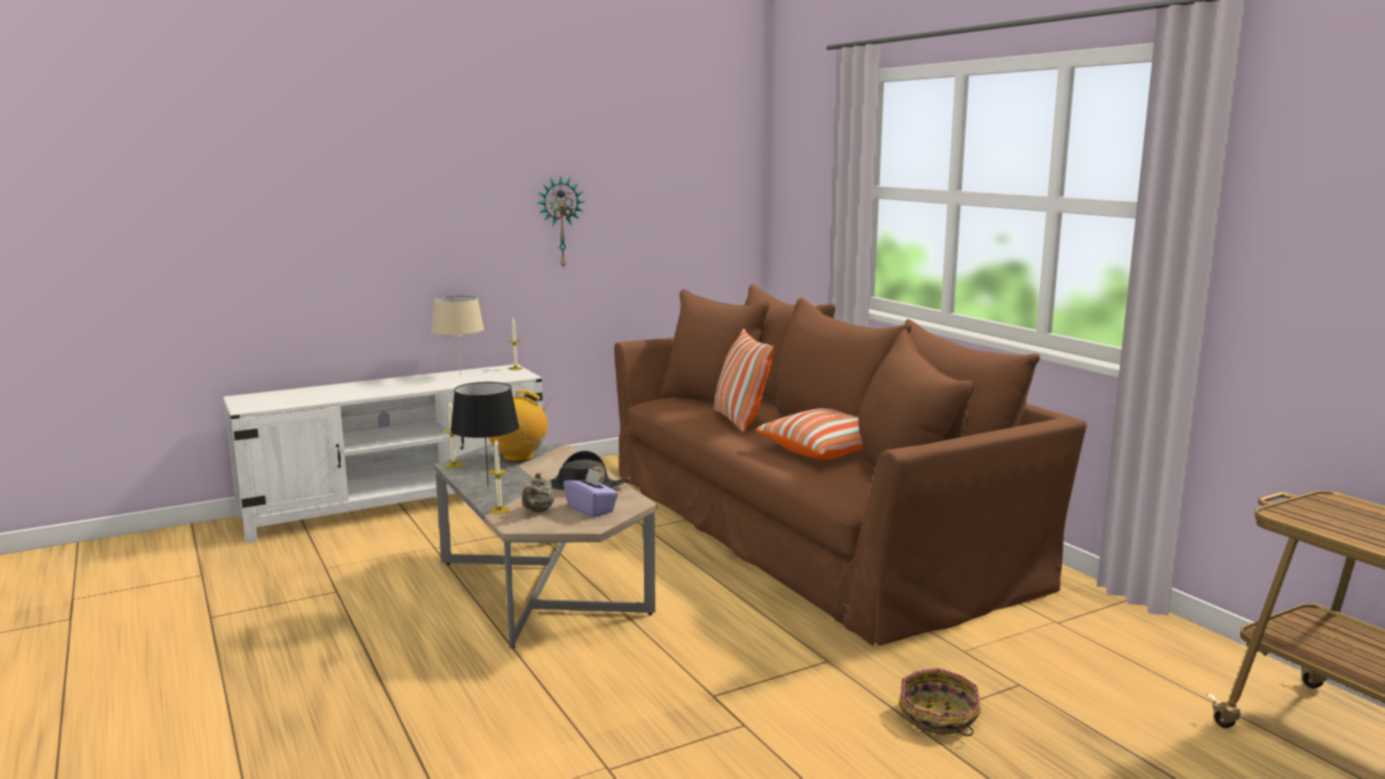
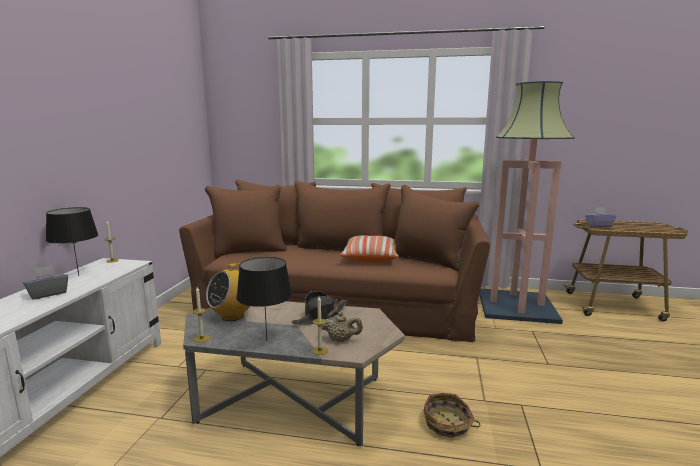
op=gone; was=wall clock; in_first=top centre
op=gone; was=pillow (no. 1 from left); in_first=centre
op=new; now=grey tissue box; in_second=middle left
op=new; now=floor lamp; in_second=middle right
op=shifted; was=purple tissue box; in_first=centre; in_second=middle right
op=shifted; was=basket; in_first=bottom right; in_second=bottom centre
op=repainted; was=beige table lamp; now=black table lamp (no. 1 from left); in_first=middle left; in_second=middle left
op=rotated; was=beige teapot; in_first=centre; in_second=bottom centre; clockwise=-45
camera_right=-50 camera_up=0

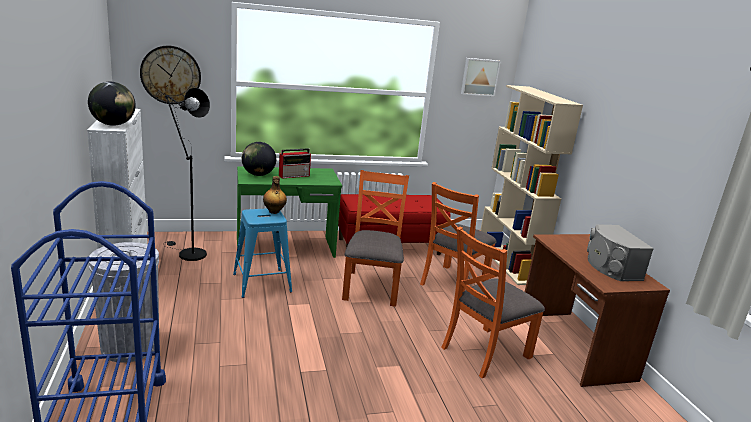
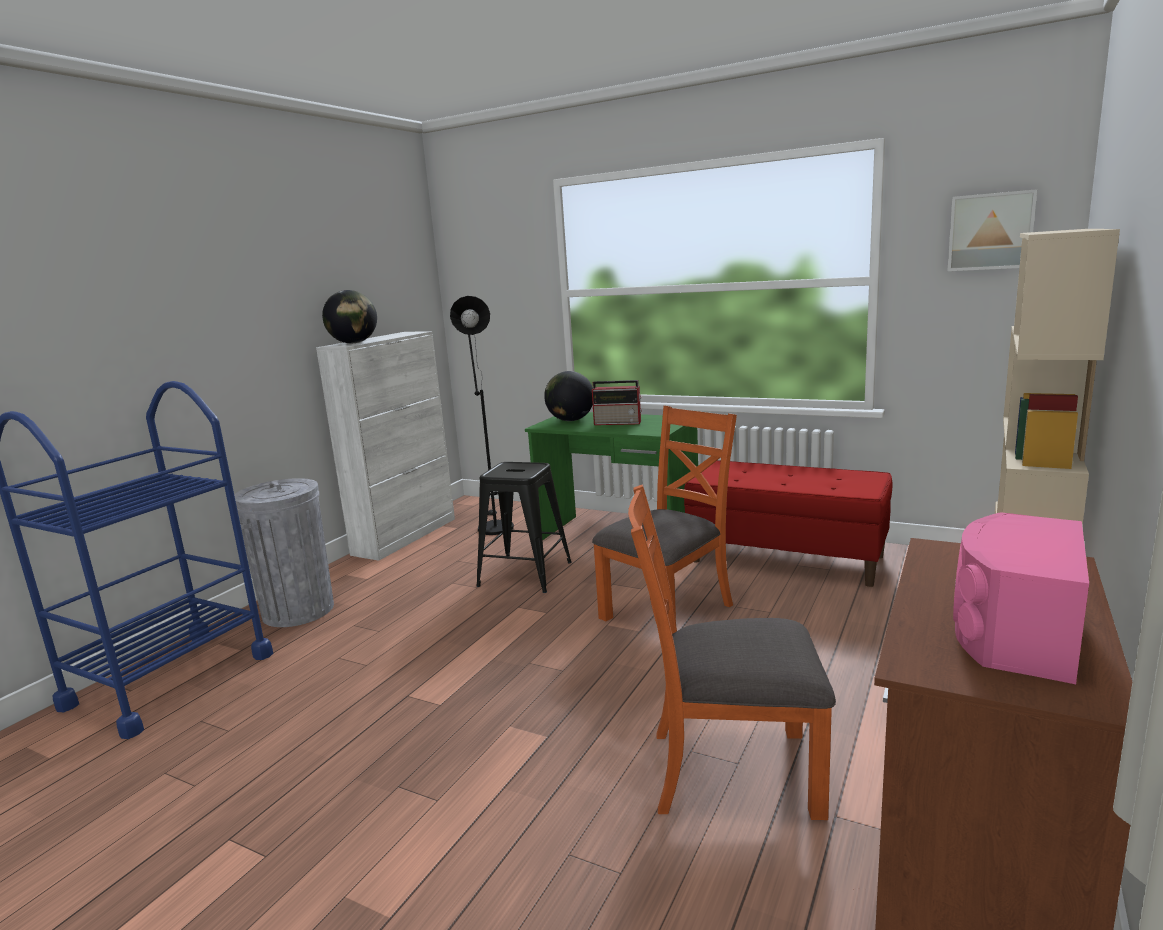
op=gone; was=wall clock; in_first=top left
op=gone; was=bottle; in_first=centre
op=gone; was=orange chair (no. 2 from left); in_first=centre
op=repainted; was=blue stool; now=black stool; in_first=centre; in_second=centre
op=repainted; was=grey speaker; now=pink speaker; in_first=middle right; in_second=middle right
camera_right=45 camera_up=-5

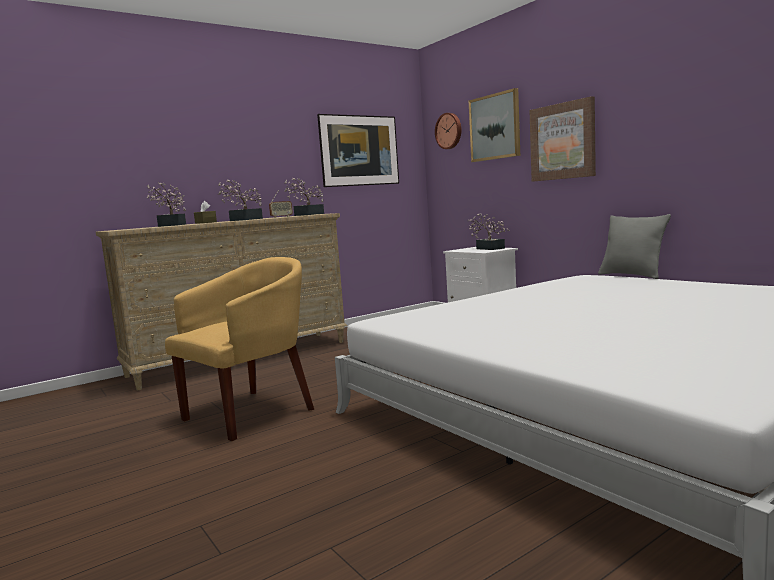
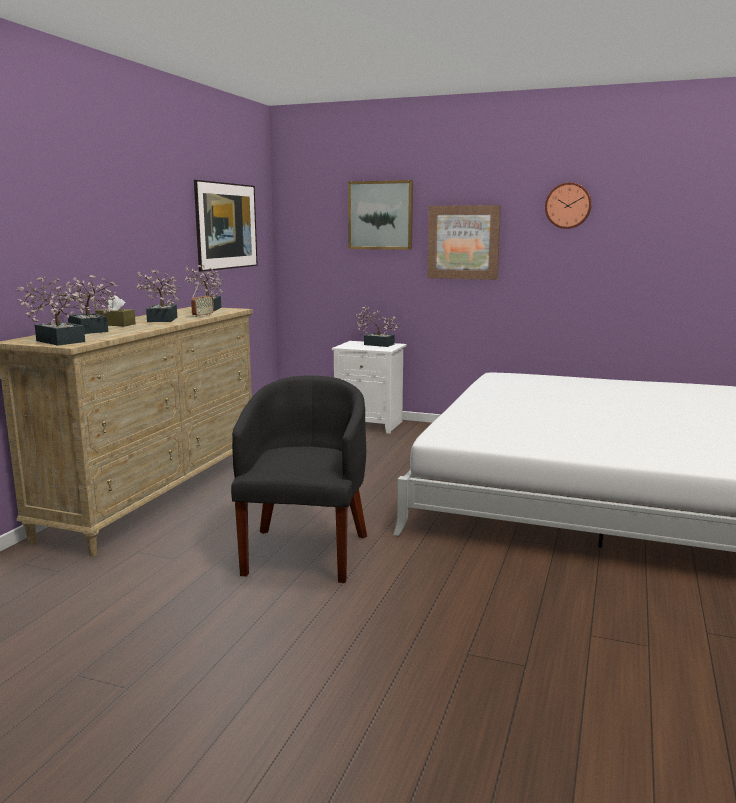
op=gone; was=grey pillow; in_first=middle right
op=new; now=potted plant (no. 1 from left); in_second=middle left
op=shifted; was=wall clock; in_first=top centre; in_second=top right
op=repainted; was=yellow armchair; now=black armchair; in_first=middle left; in_second=centre
camera_right=-35 camera_up=5

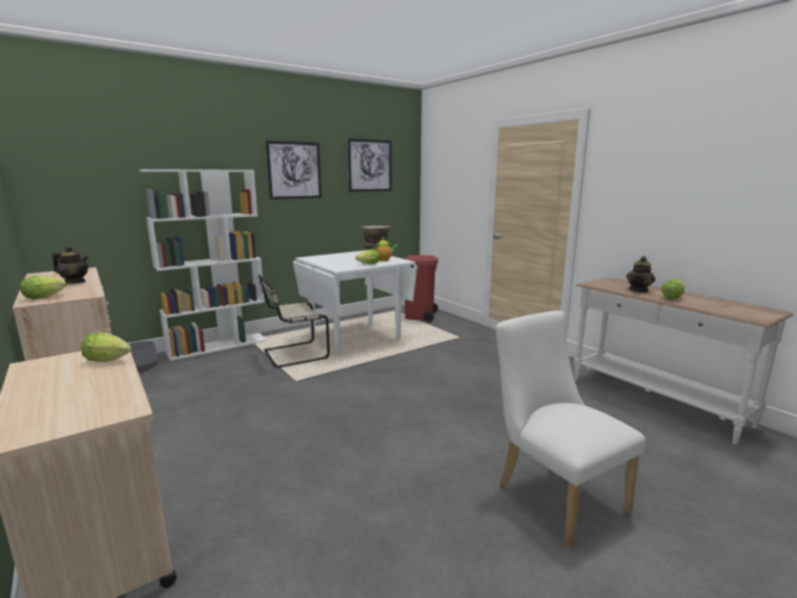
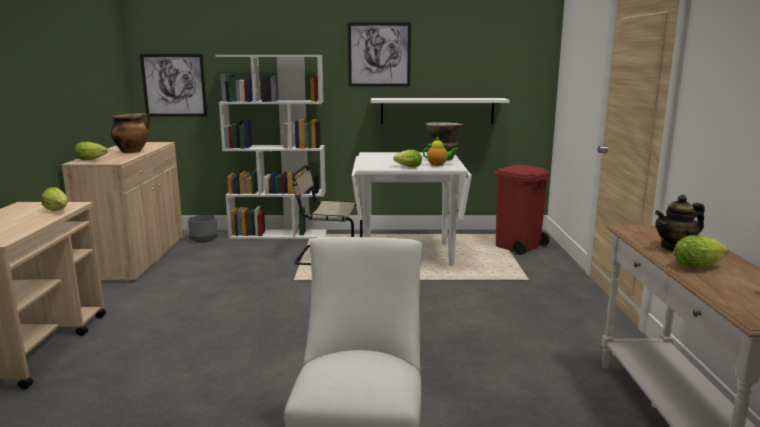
op=new; now=white shelf; in_second=top centre
op=shifted; was=picture (no. 2 from left in the first image); now=picture (no. 1 from left); in_first=top centre; in_second=top left
op=swapped; was=teapot (no. 1 from left); now=cooking pot; in_first=middle left; in_second=top left
camera_right=35 camera_up=0

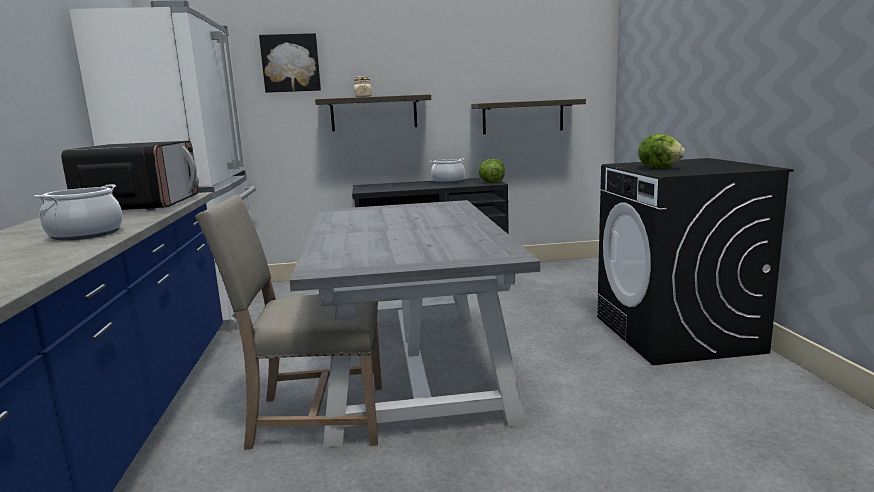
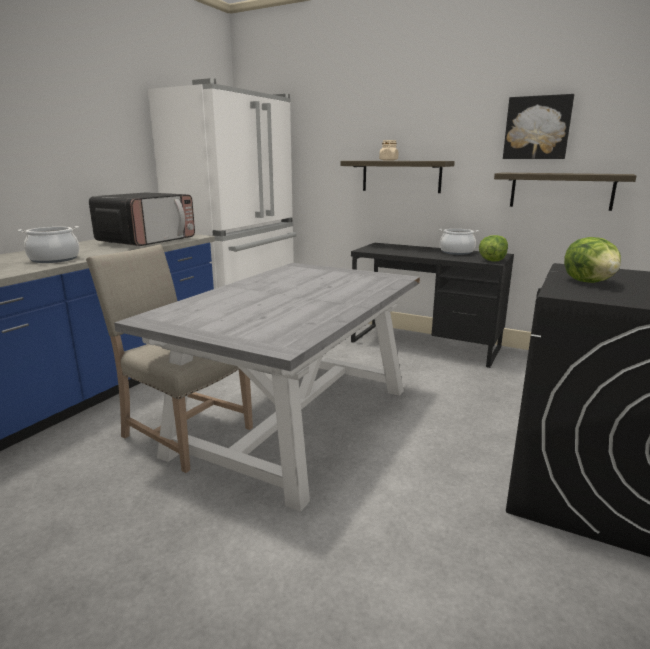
op=shifted; was=picture; in_first=top left; in_second=top right
camera_right=35 camera_up=5

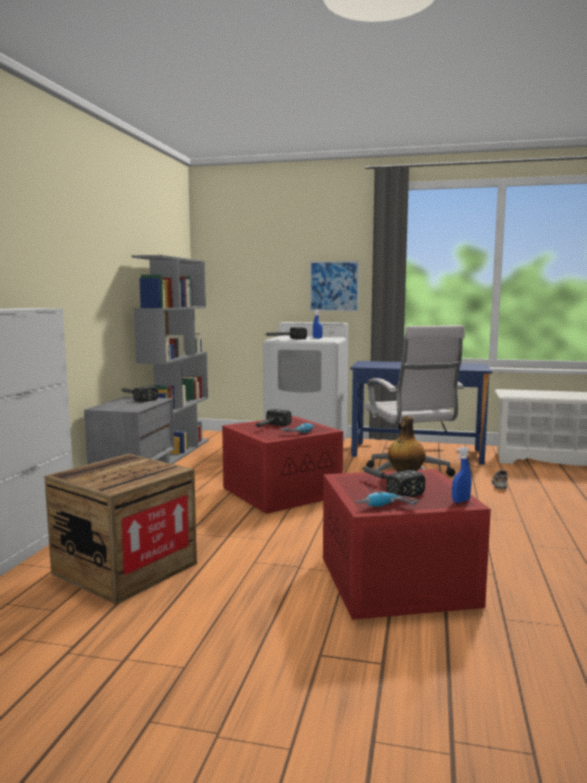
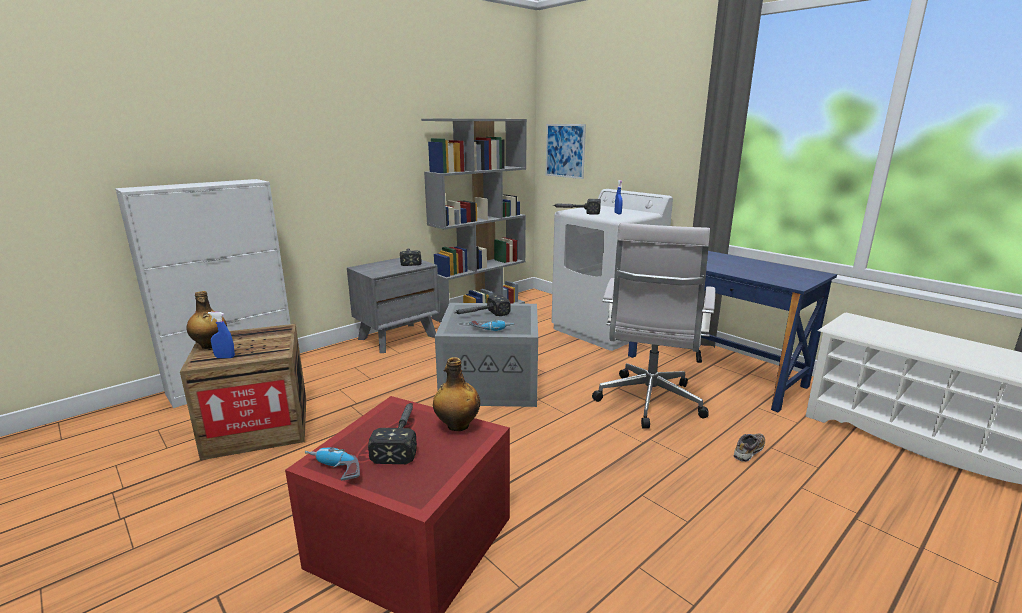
op=new; now=bottle (no. 1 from left); in_second=middle left
op=shifted; was=picture; in_first=centre; in_second=top centre
op=shifted; was=blue spray bottle (no. 2 from left in the first image); now=blue spray bottle (no. 1 from left); in_first=middle right; in_second=middle left
op=repainted; was=red storage box (no. 1 from left); now=grey storage box; in_first=centre; in_second=centre
camera_right=35 camera_up=10

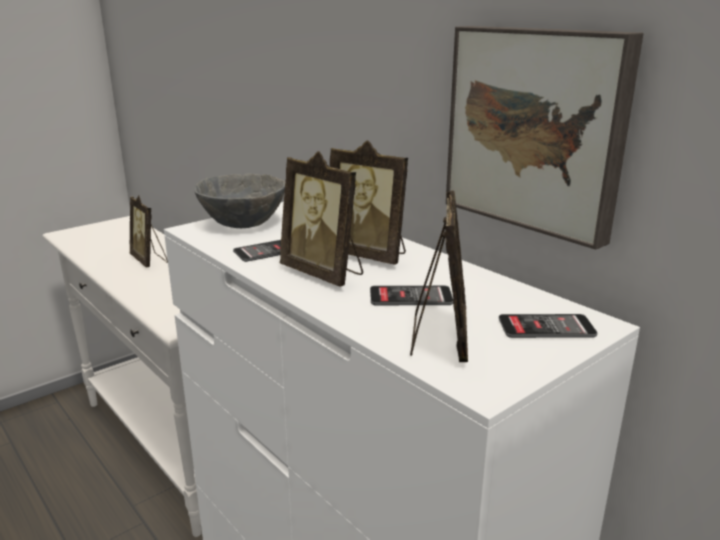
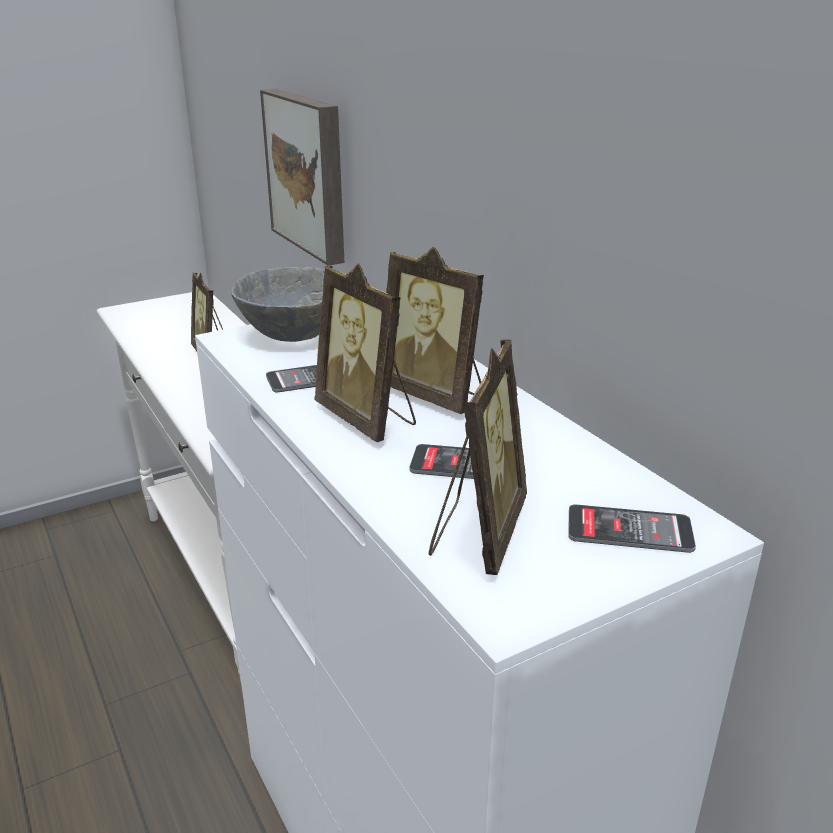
op=shifted; was=picture; in_first=top right; in_second=top centre
camera_right=10 camera_up=5

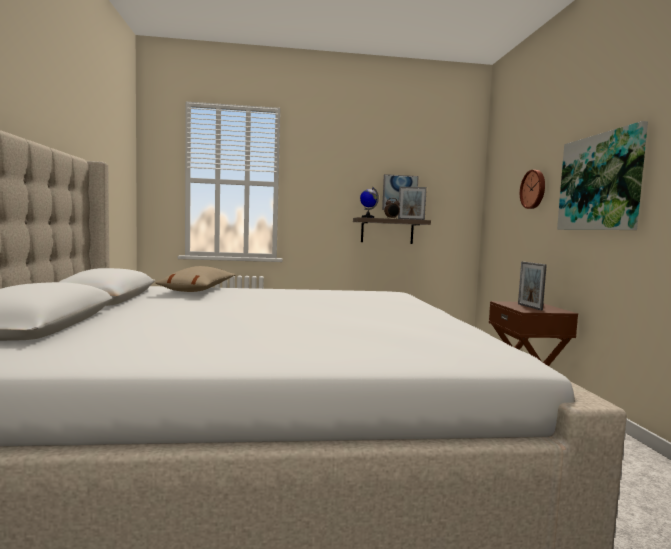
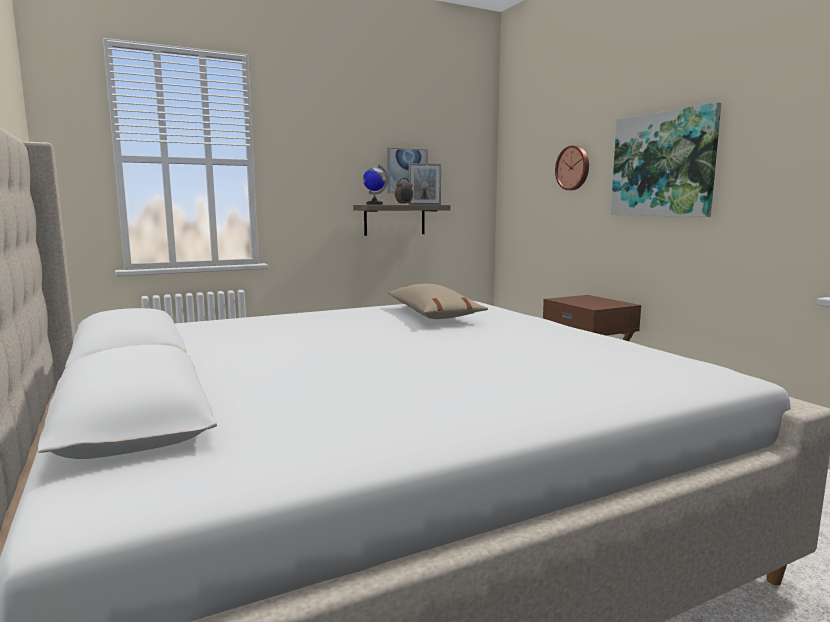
op=gone; was=picture frame (no. 2 from left); in_first=middle right
op=shifted; was=beige pillow; in_first=middle left; in_second=centre
camera_right=-20 camera_up=5

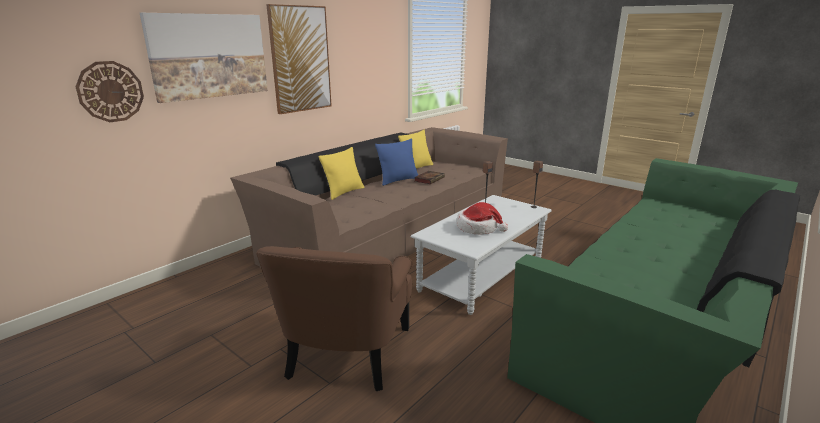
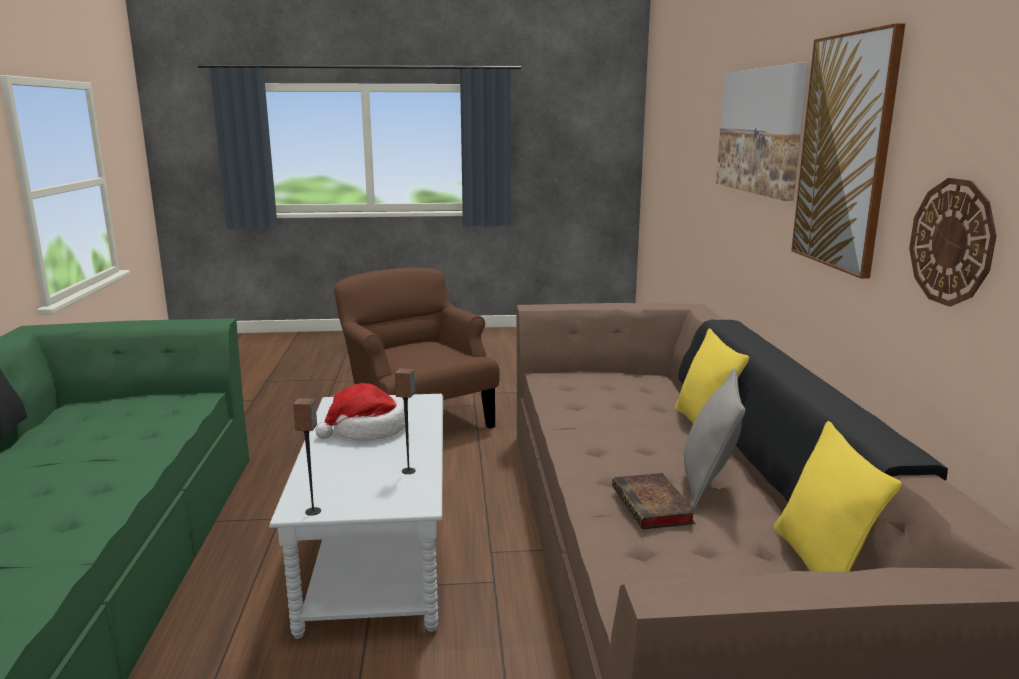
op=shifted; was=wall clock; in_first=top left; in_second=middle right
op=repainted; was=blue pillow; now=grey pillow; in_first=centre; in_second=middle right
camera_right=135 camera_up=-5

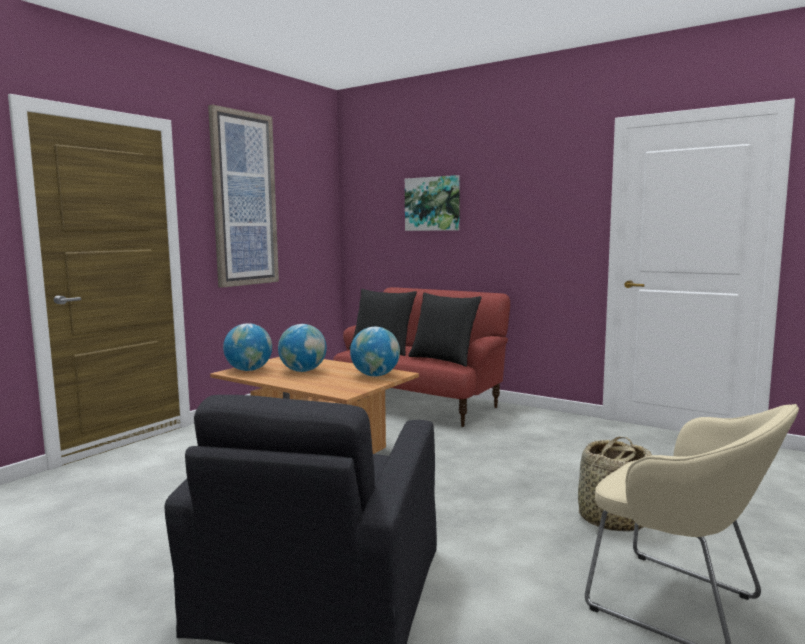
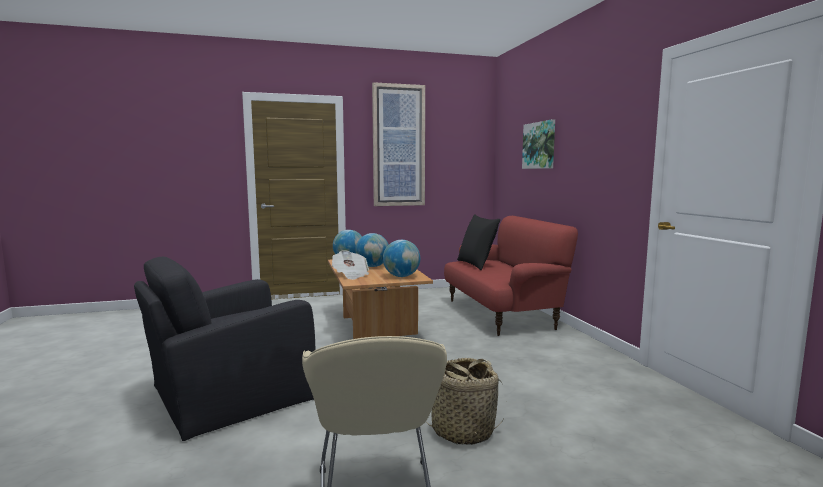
op=gone; was=black pillow (no. 2 from left); in_first=centre
op=new; now=newspaper; in_second=centre
camera_right=40 camera_up=0

